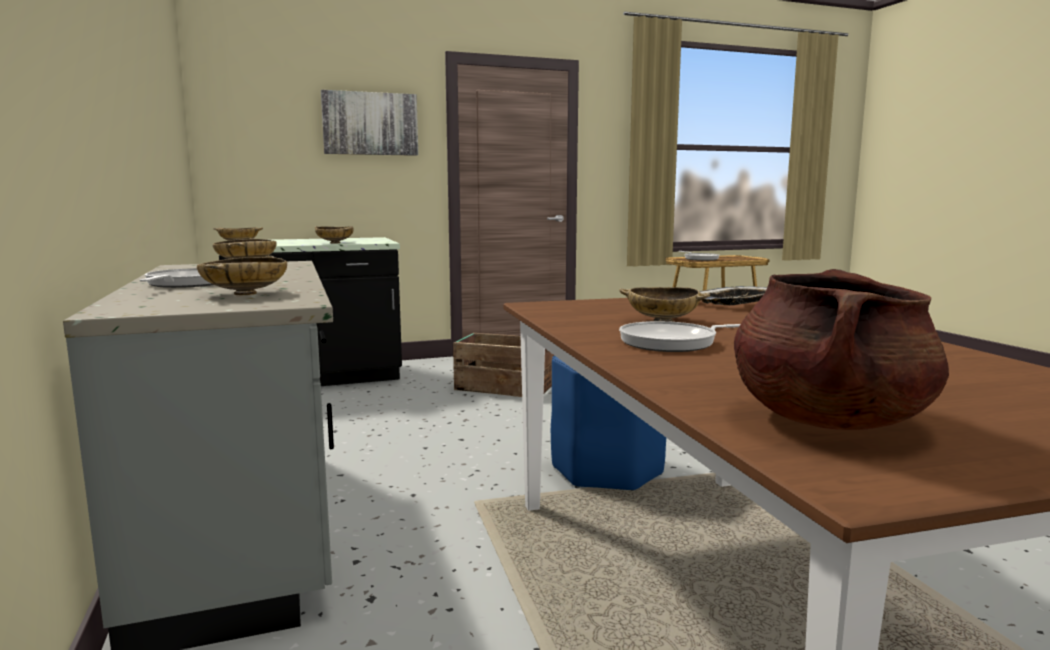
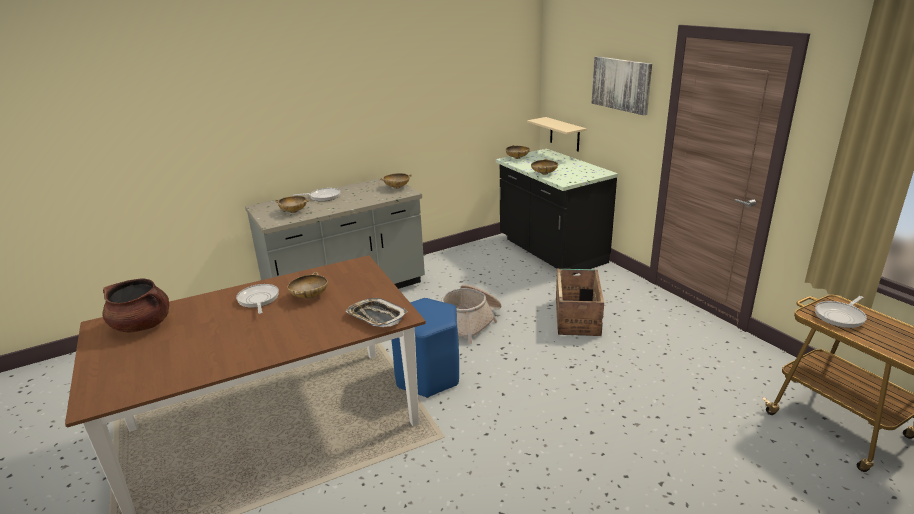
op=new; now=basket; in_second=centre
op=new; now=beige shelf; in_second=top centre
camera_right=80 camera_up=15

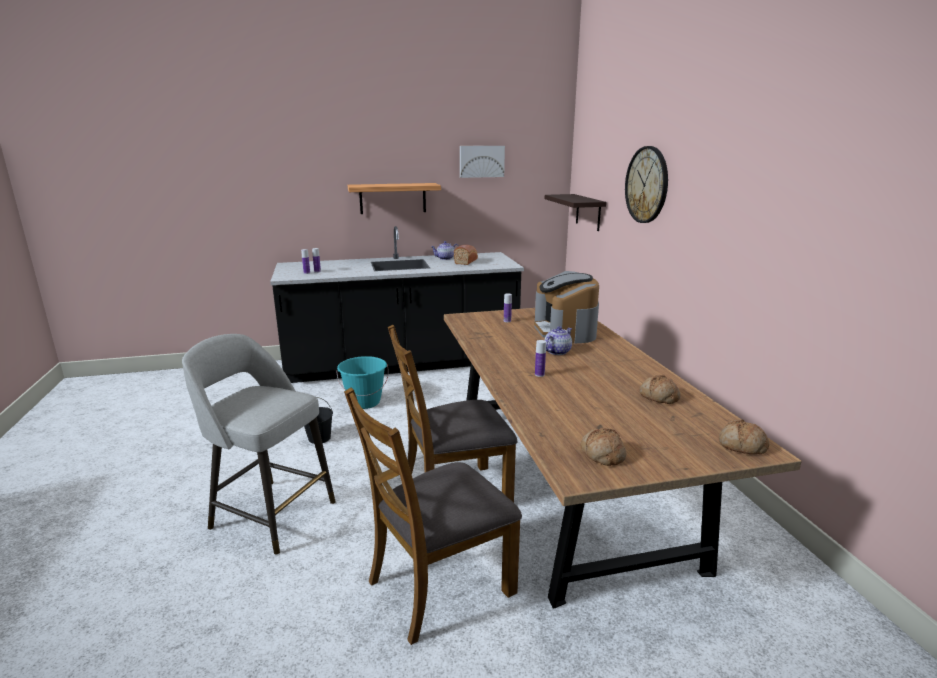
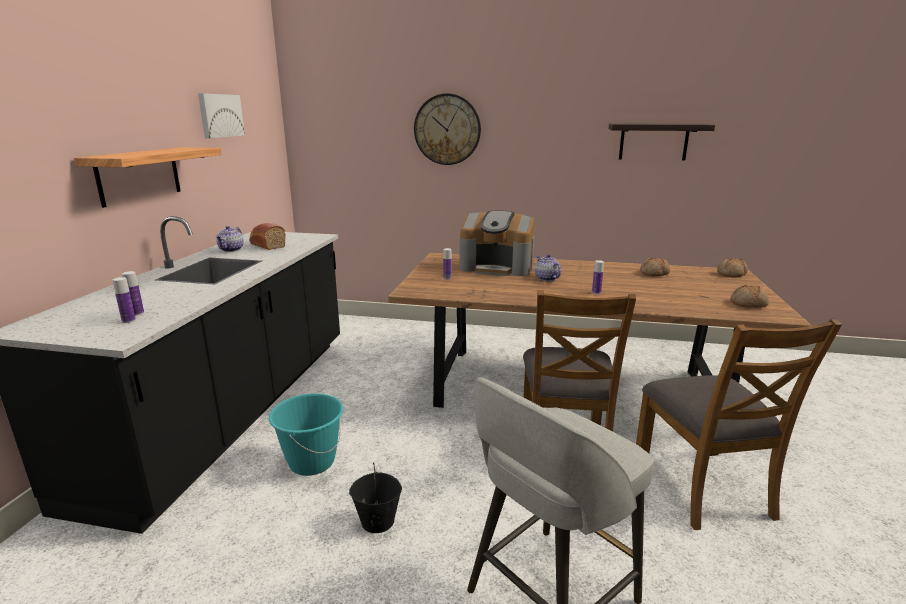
op=shifted; was=shelf (no. 2 from left); in_first=top centre; in_second=top right
camera_right=-65 camera_up=0

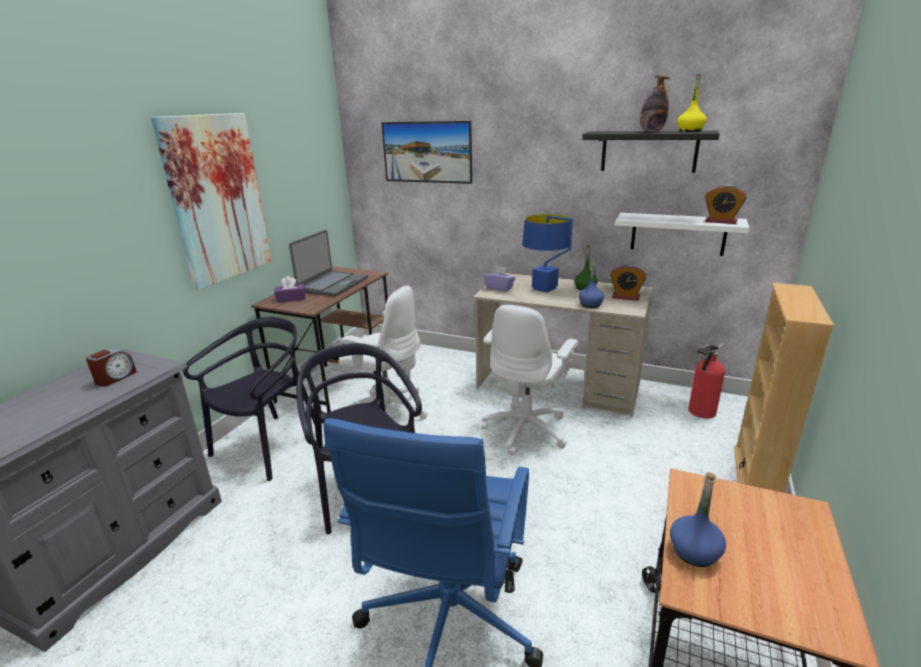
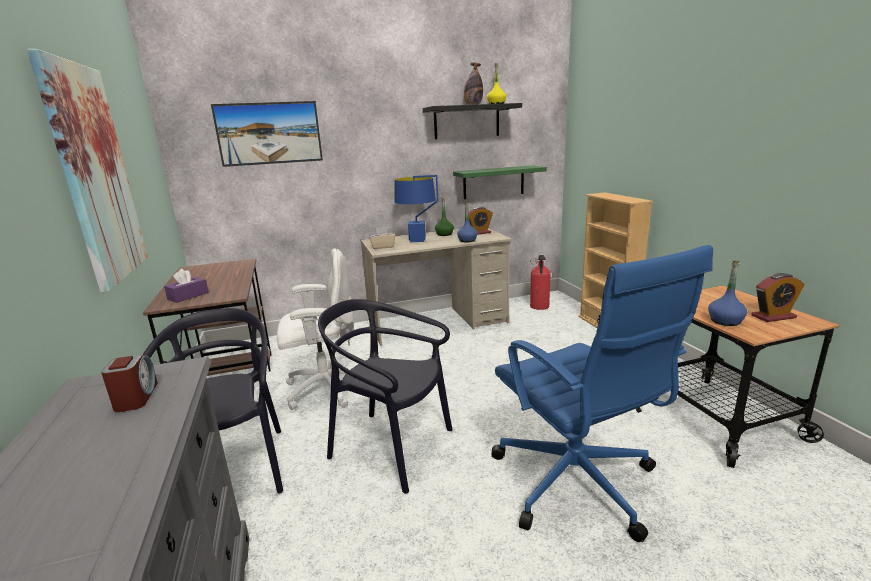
op=gone; was=laptop; in_first=centre
op=gone; was=white office chair (no. 2 from left); in_first=centre
op=shifted; was=alarm clock (no. 3 from left); in_first=top right; in_second=middle right
op=repainted; was=purple tissue box (no. 2 from left); now=beige tissue box; in_first=centre; in_second=centre
op=repainted; was=white shelf; now=green shelf; in_first=middle right; in_second=top centre
camera_right=-40 camera_up=-5

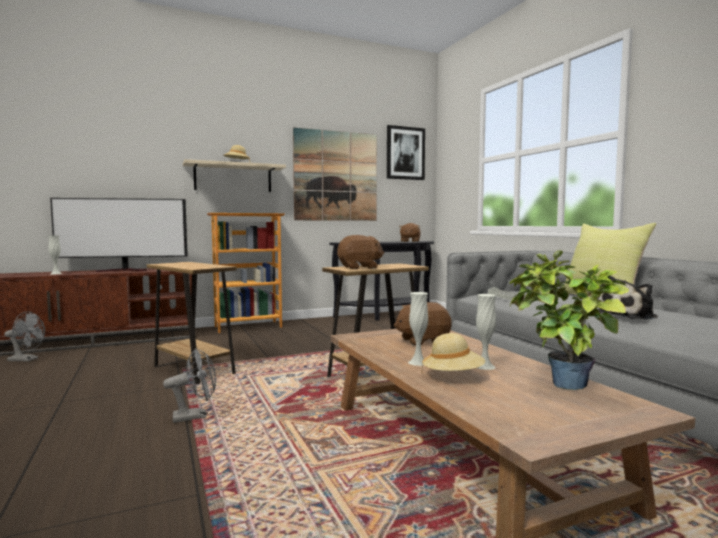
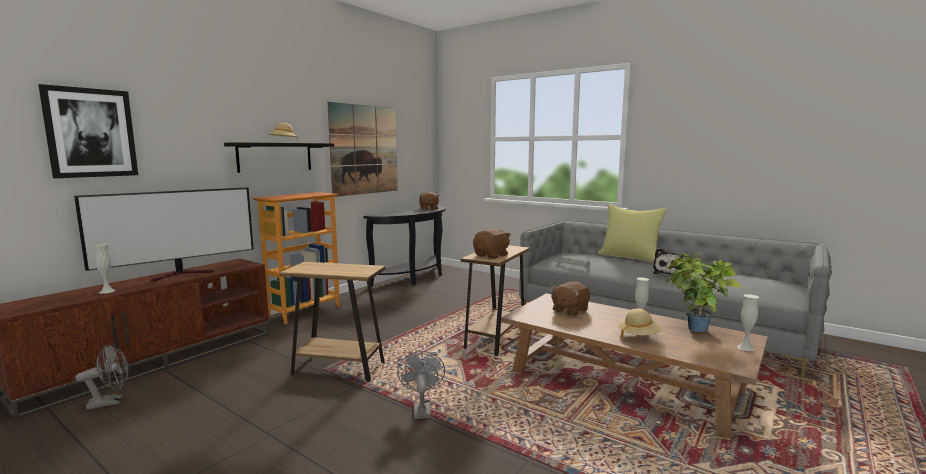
op=shifted; was=picture (no. 2 from left in the first image); now=picture (no. 1 from left); in_first=top centre; in_second=top left
op=shifted; was=white vase (no. 2 from left in the first image); now=white vase (no. 3 from left); in_first=centre; in_second=bottom right
op=repainted; was=beige shelf; now=black shelf; in_first=top left; in_second=top left
op=rotated; was=grey fan (no. 2 from left); in_first=bottom left; in_second=bottom centre; clockwise=-45
camera_right=-30 camera_up=5

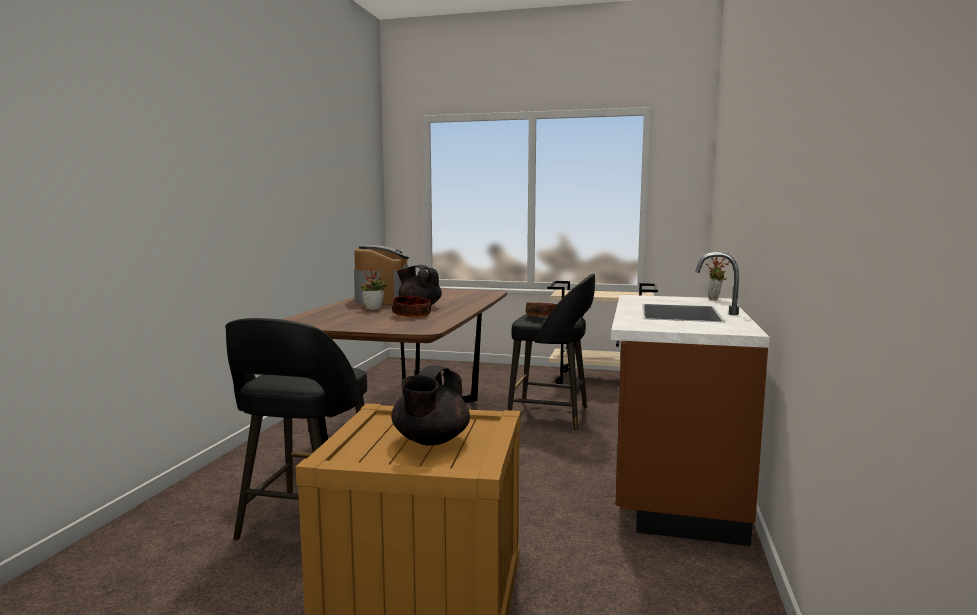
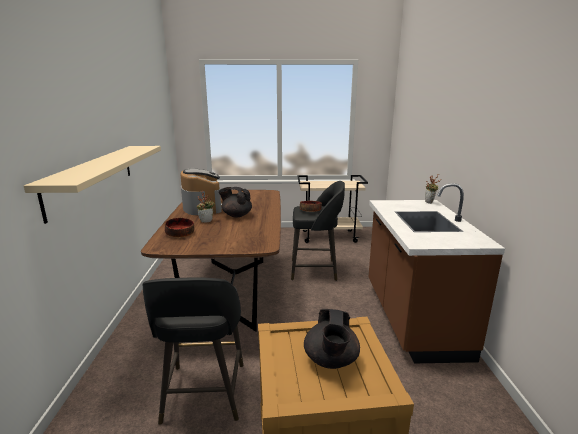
op=new; now=beige shelf; in_second=middle left
op=shifted; was=bowl (no. 1 from left); in_first=centre; in_second=middle left
camera_right=-15 camera_up=10

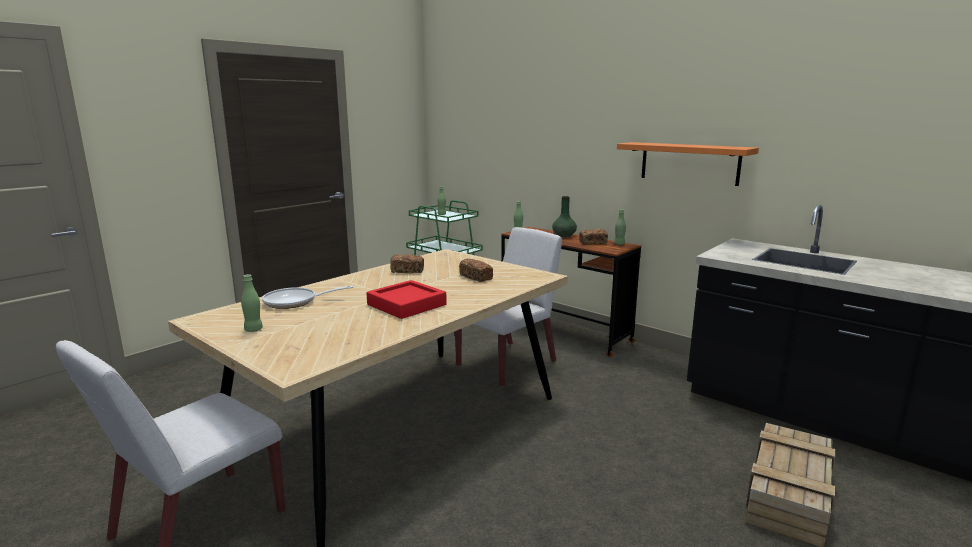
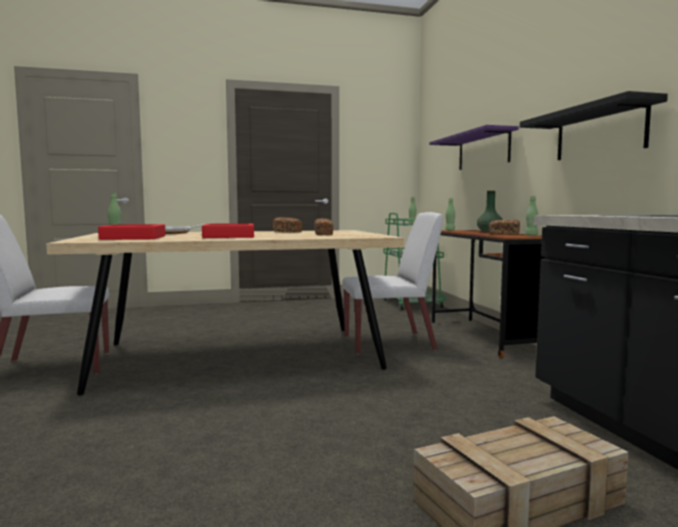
op=new; now=red tray (no. 1 from left); in_second=middle left
op=new; now=purple shelf; in_second=top right
op=repainted; was=orange shelf; now=black shelf; in_first=top right; in_second=top right
camera_right=35 camera_up=-10

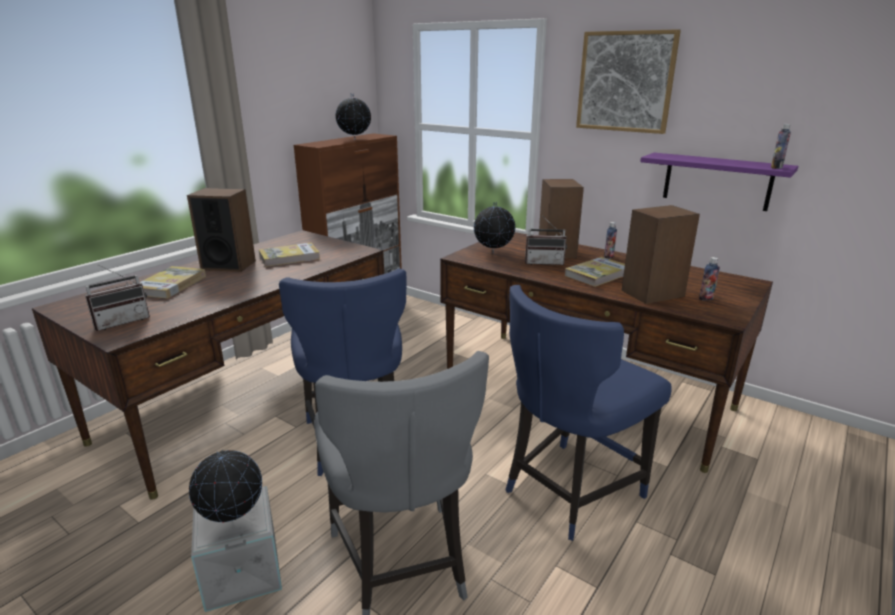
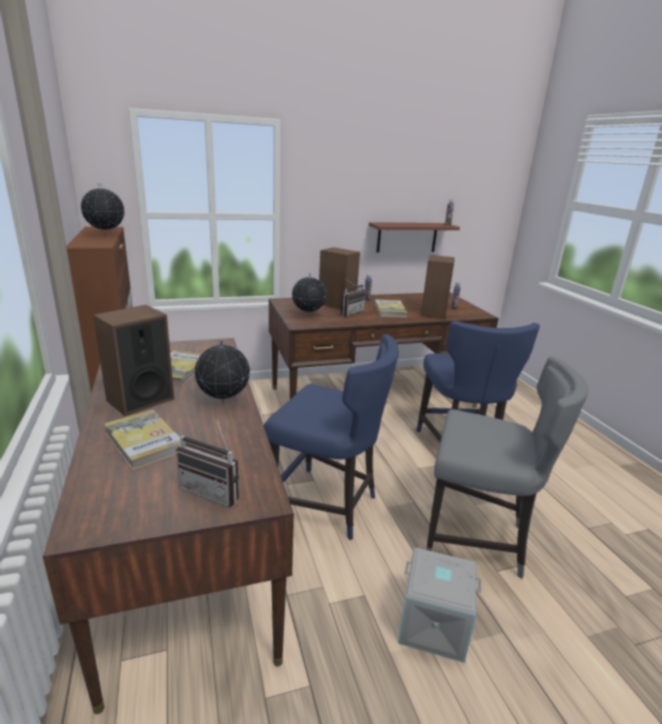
op=gone; was=picture; in_first=top right
op=shifted; was=globe (no. 1 from left in the first image); now=globe (no. 2 from left); in_first=bottom left; in_second=centre
op=repainted; was=purple shelf; now=brown shelf; in_first=top right; in_second=top centre
op=rotated; was=radio (no. 1 from left); in_first=middle left; in_second=middle left; clockwise=120
camera_right=-55 camera_up=0

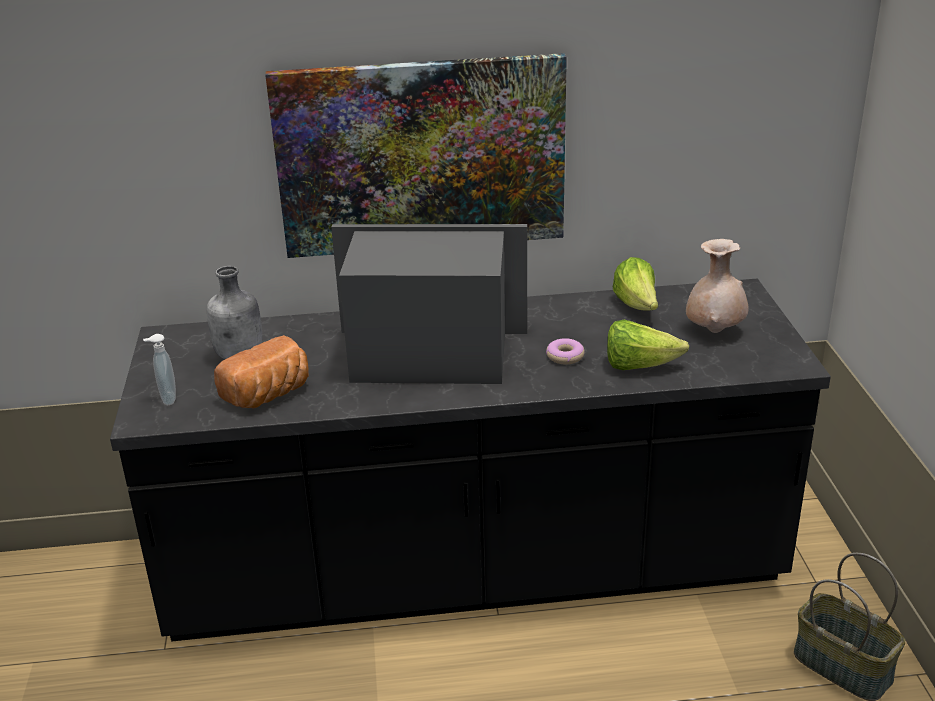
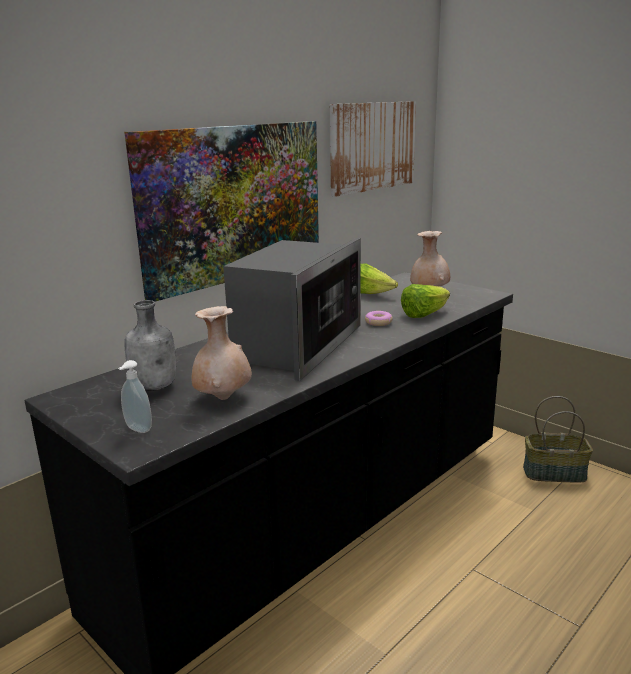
op=new; now=picture (no. 2 from left); in_second=top centre
op=swapped; was=bread; now=beige vase (no. 1 from left); in_first=middle left; in_second=centre
op=rotated; was=microwave; in_first=centre; in_second=centre; clockwise=150
camera_right=-40 camera_up=-10

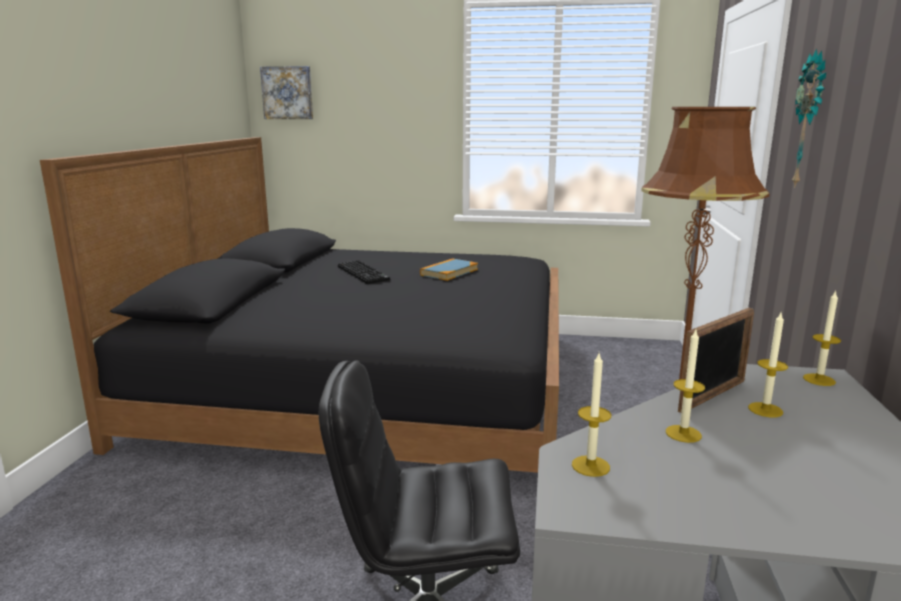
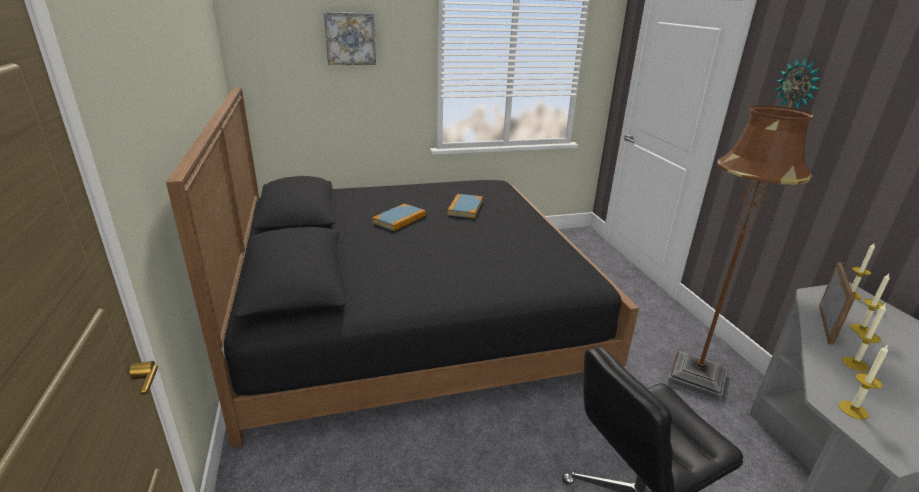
op=shifted; was=picture; in_first=top left; in_second=top centre
op=swapped; was=keyboard; now=book (no. 1 from left); in_first=centre; in_second=centre
camera_right=-25 camera_up=10

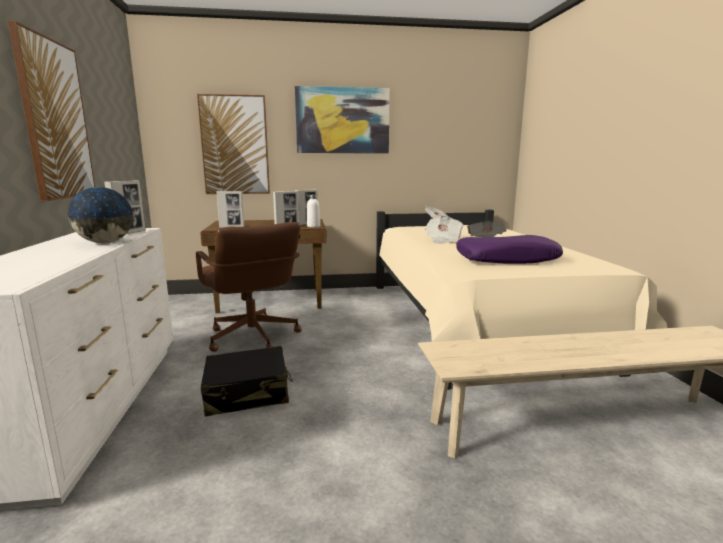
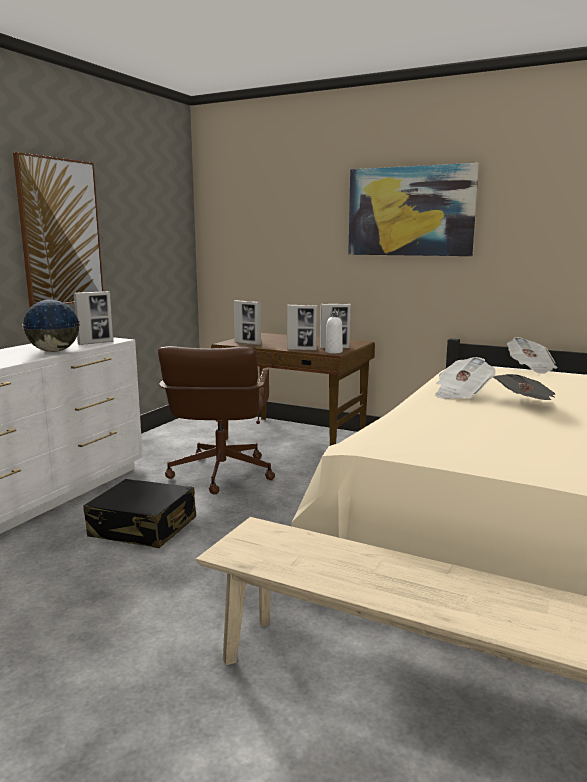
op=gone; was=picture (no. 2 from left); in_first=top left
op=gone; was=purple pillow; in_first=middle right
camera_right=35 camera_up=0

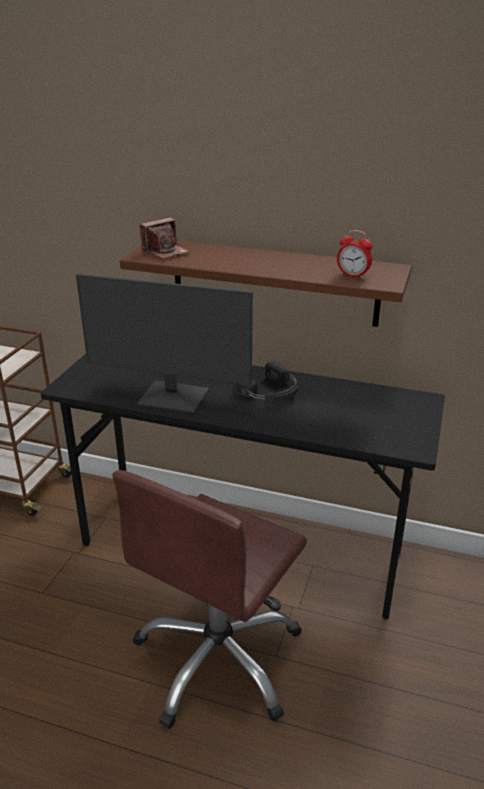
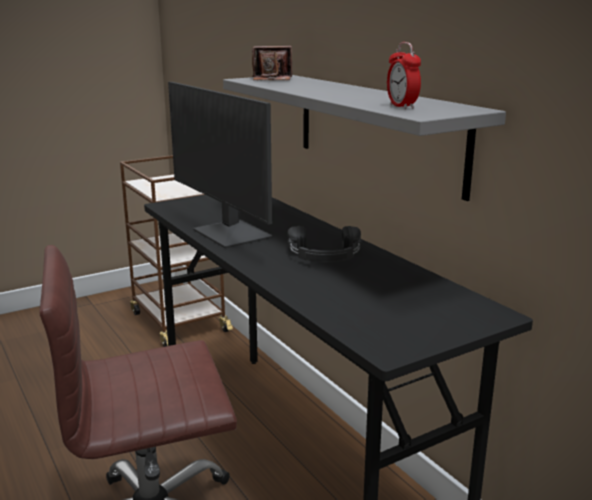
op=repainted; was=brown shelf; now=grey shelf; in_first=centre; in_second=top centre
camera_right=40 camera_up=-10

